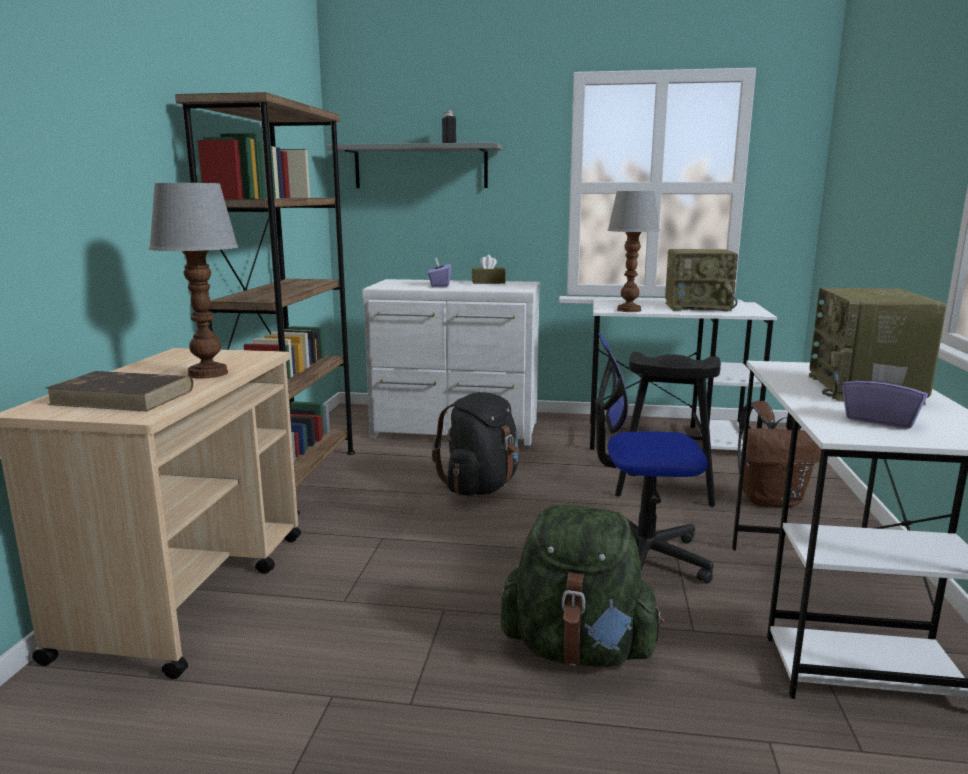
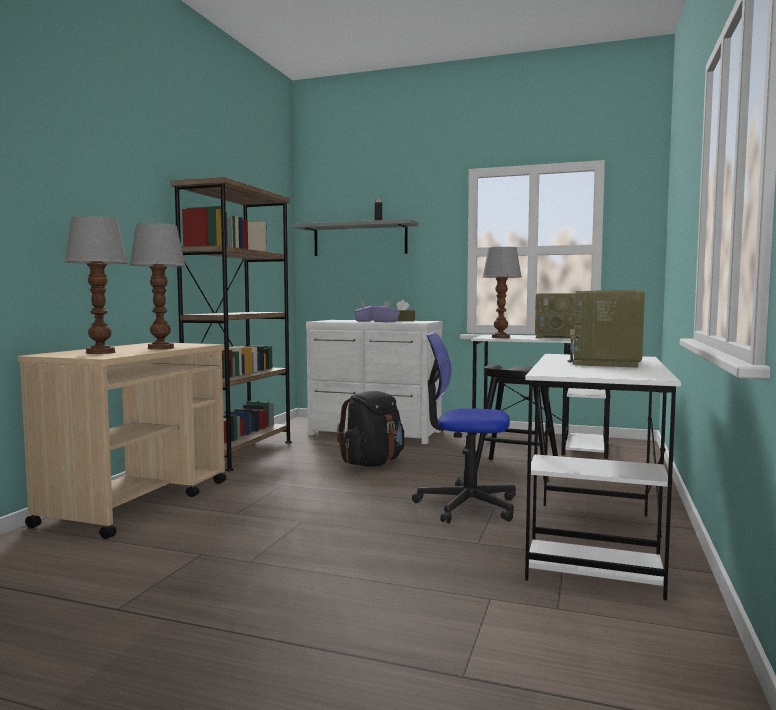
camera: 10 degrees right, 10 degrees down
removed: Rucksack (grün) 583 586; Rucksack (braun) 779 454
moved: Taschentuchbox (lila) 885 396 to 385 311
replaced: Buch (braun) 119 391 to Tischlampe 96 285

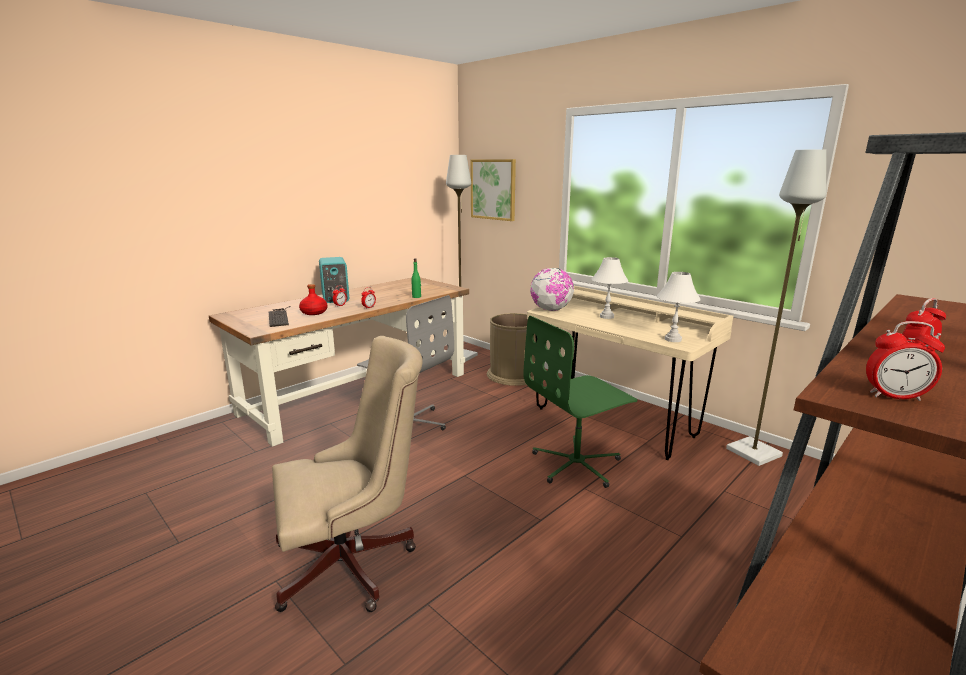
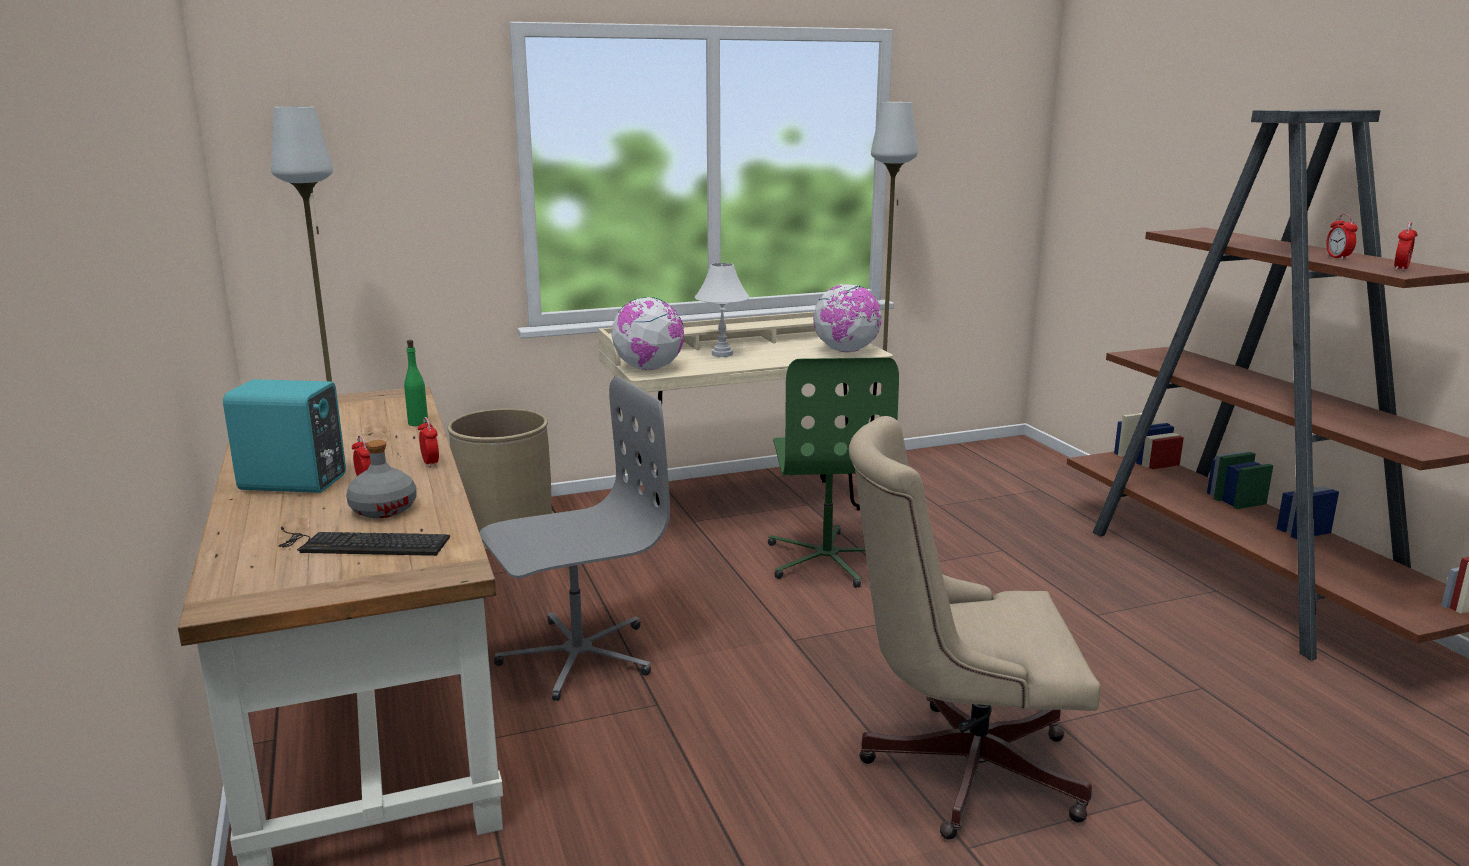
camera: 65 degrees left, 0 degrees up
removed: Bild 493 190
replaced: Tischlampe (weiß) 678 307 to Globus 847 318
recoloured: Flasche (rot) 313 299 to Flasche (grau) 381 479
turned: Bürostuhl (beige) 347 474 = 974 628 90 degrees counterclockwise

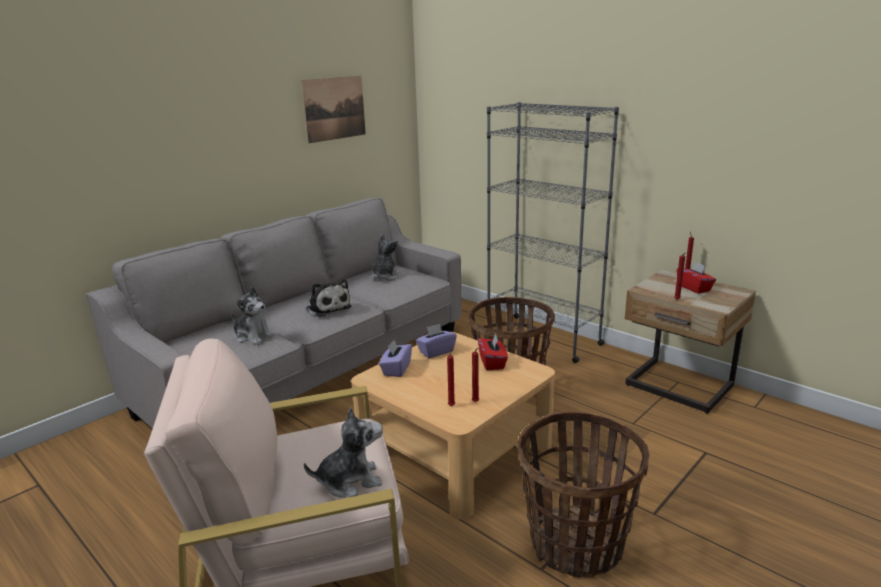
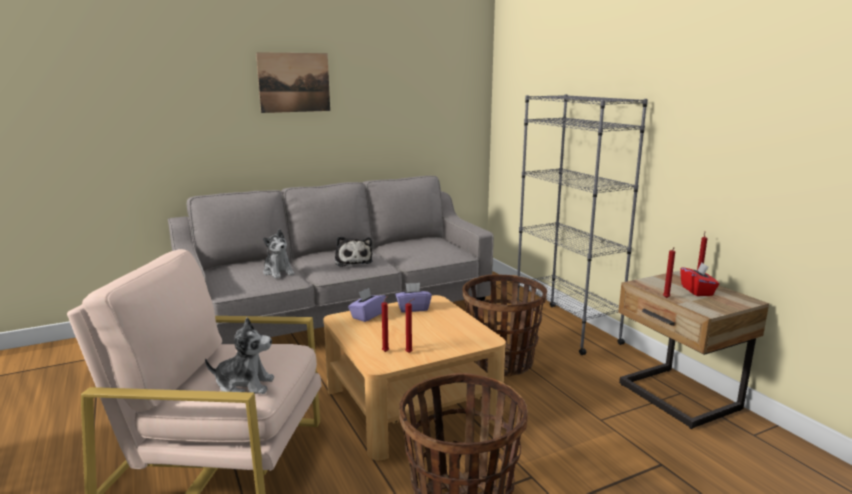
camera: 20 degrees right, 5 degrees down
removed: Plüschtier 385 257; Taschentuchbox (rot) 493 352
moved: Bild 333 109 to 293 82

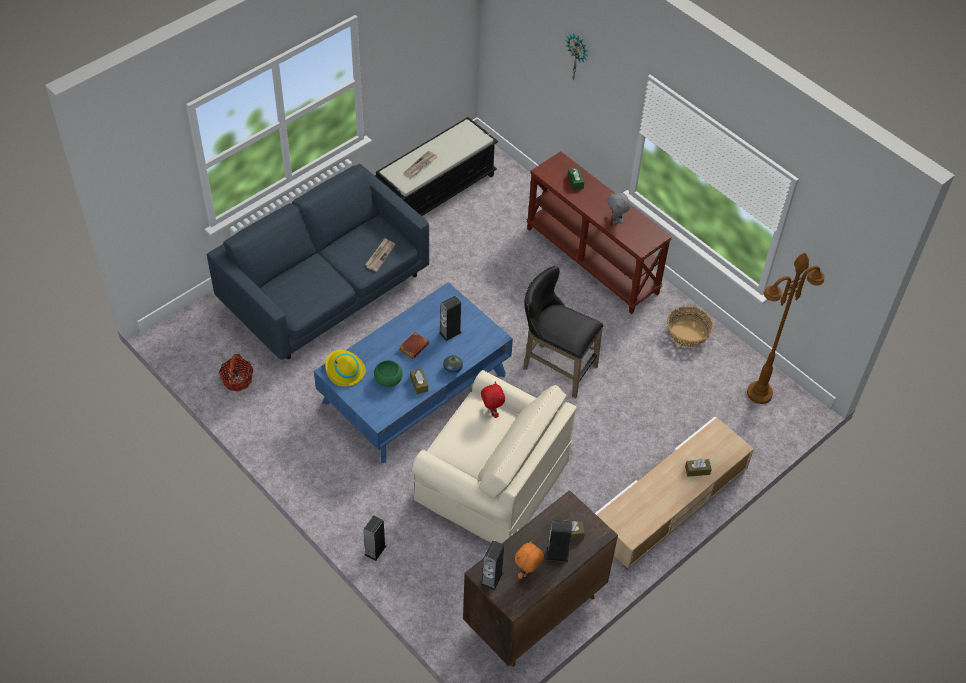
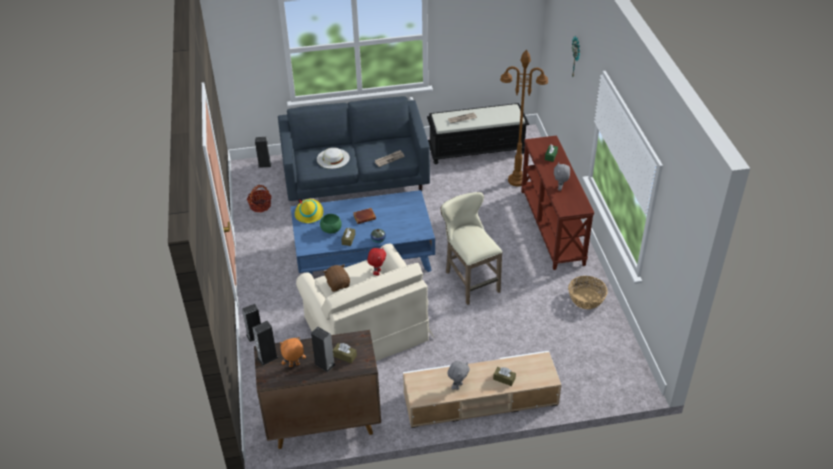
camera: 35 degrees right, 10 degrees down
added: Hut (weiß) 333 158; Plüschtier (braun) 336 278; Plüschtier (grau) 458 375
moved: Lautsprecher 450 318 to 263 152; Stehlampe (braun) 786 328 to 524 118
recoloured: Hocker (schwarz) 563 332 to Hocker (beige) 471 248

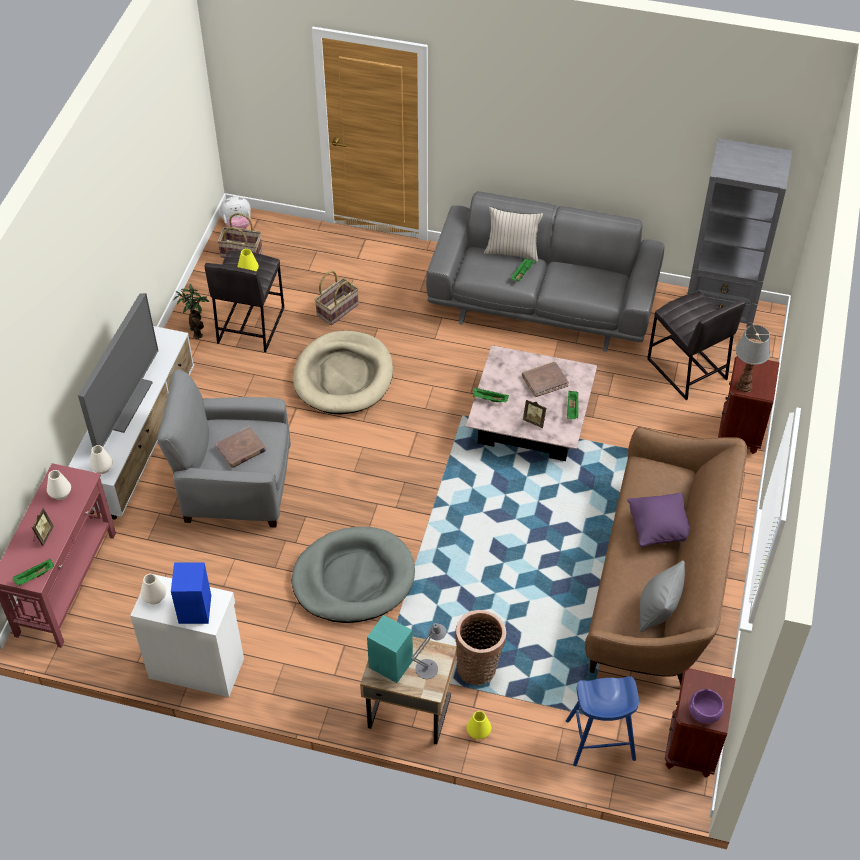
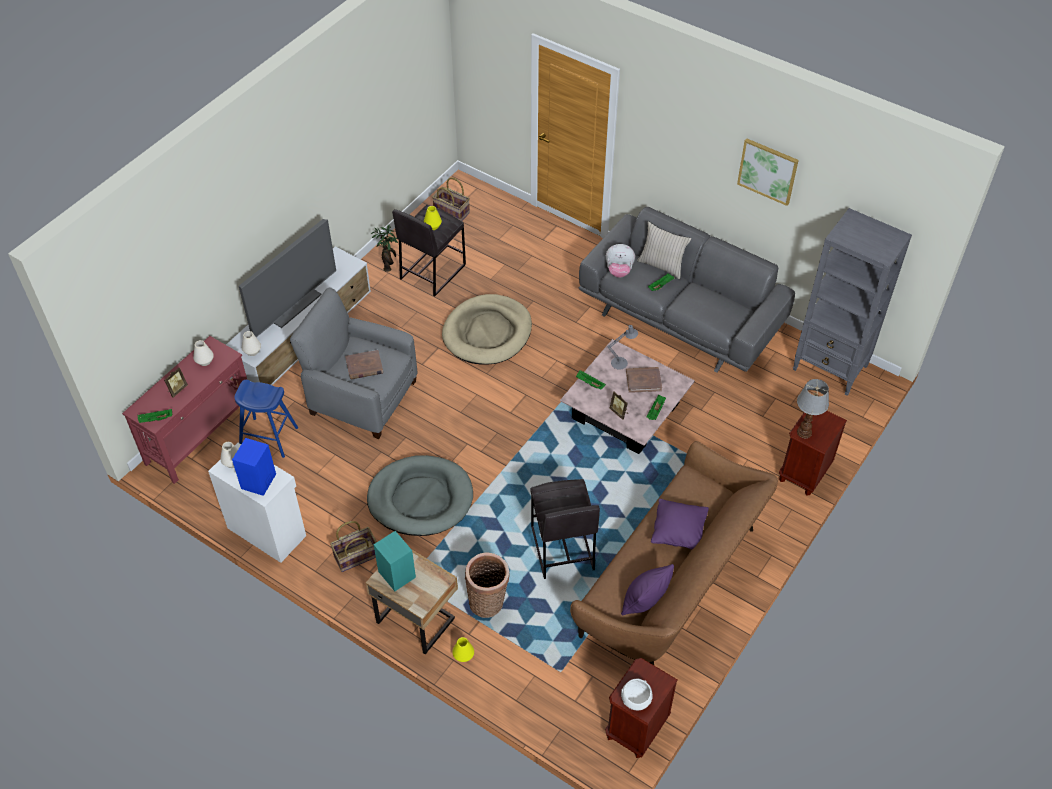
camera: 20 degrees right, 0 degrees up
added: Bild 768 172
moved: Hocker (blau) 602 721 to 266 419; Korb 337 298 to 353 546; Hocker (grau) 696 345 to 565 529; Plüschtier 235 212 to 620 261; Tischlampe (grau) 429 651 to 623 347
recoloured: Kissen (grau) 662 596 to Kissen (lila) 647 589; Schüssel (lila) 706 706 to Schüssel (weiß) 637 694

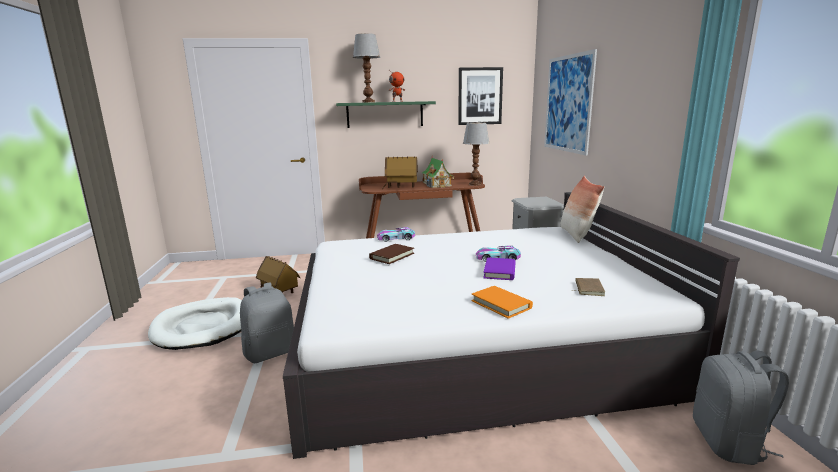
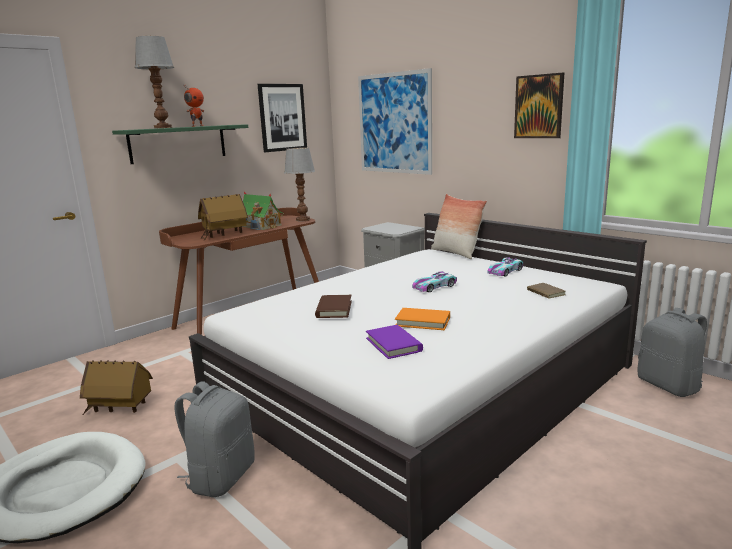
camera: 35 degrees left, 0 degrees up
added: Bild 539 105
moved: Buch (lila) 499 268 to 394 342; Buch (orange) 502 302 to 422 319; Spielzeugauto 396 234 to 505 267

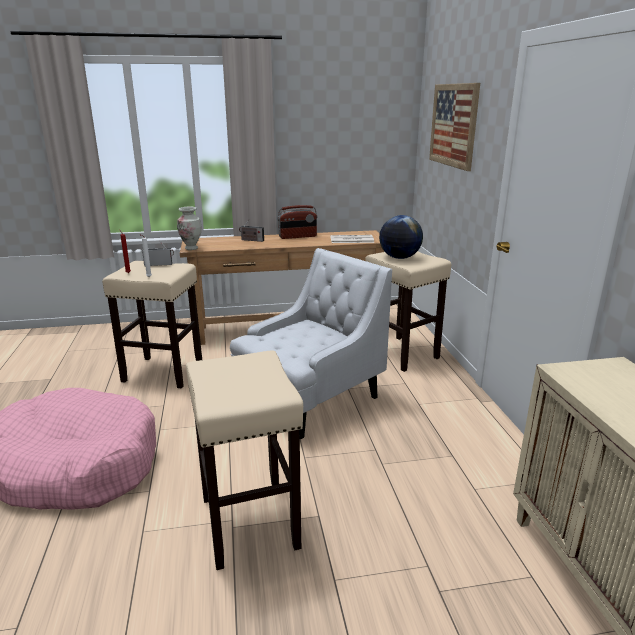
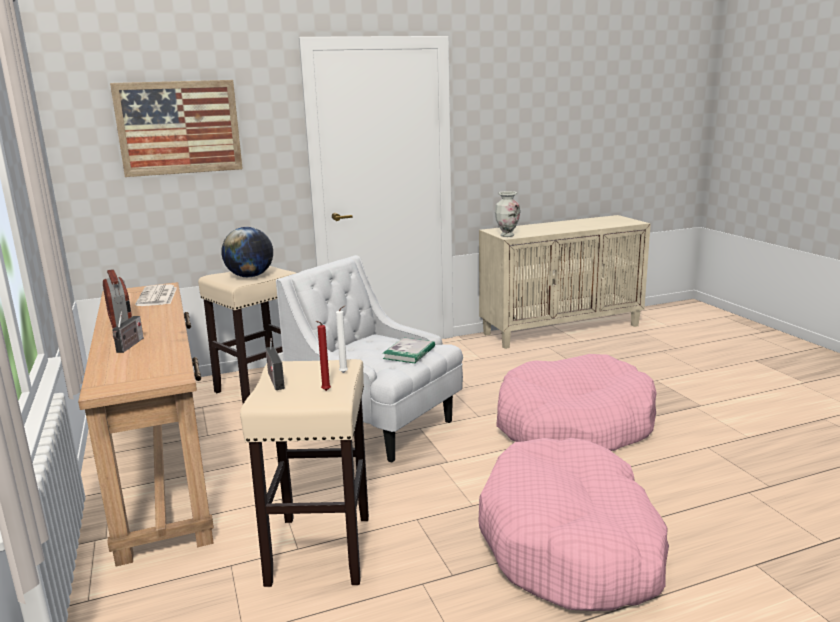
camera: 100 degrees left, 5 degrees down
added: Buch 409 350
moved: Vase 189 228 to 507 214
replaced: Hocker (beige) 244 460 to Hundebett (rosa) 576 402

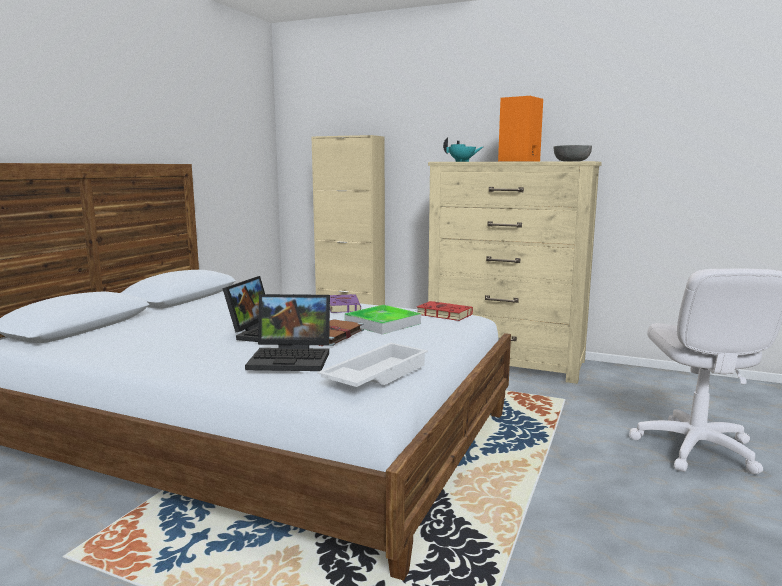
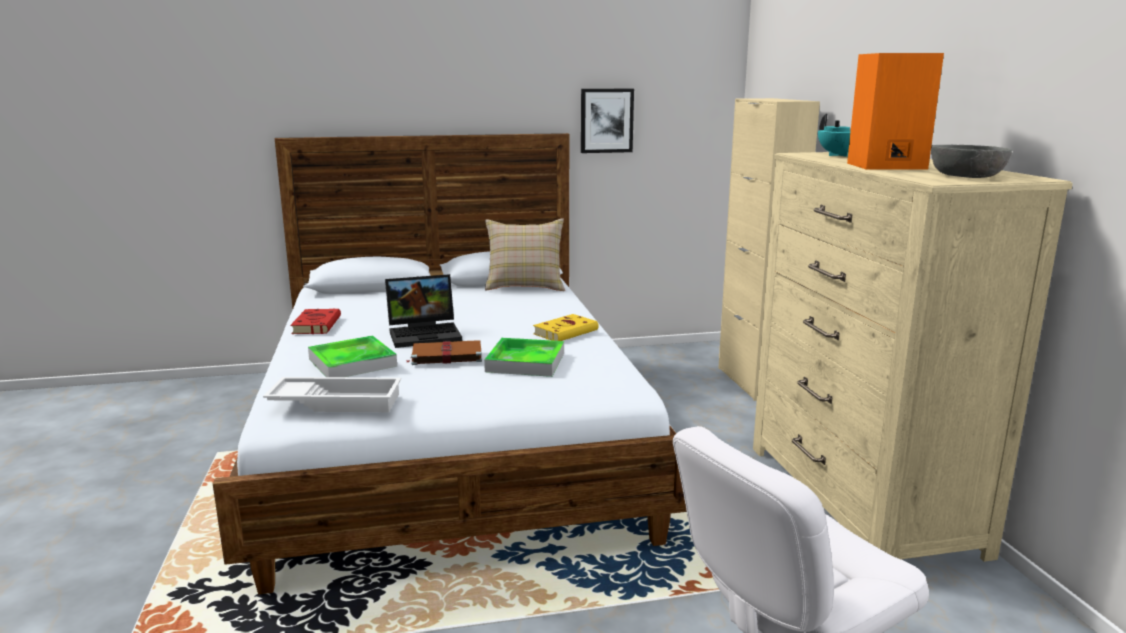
camera: 55 degrees right, 5 degrees up
added: Kissen (beige) 525 254; Bild 607 121
moved: Buch (rot) 444 311 to 315 321
replaced: Laptop 287 332 to Tablett 352 356
recoloured: Buch (lila) 345 303 to Buch (gelb) 566 327

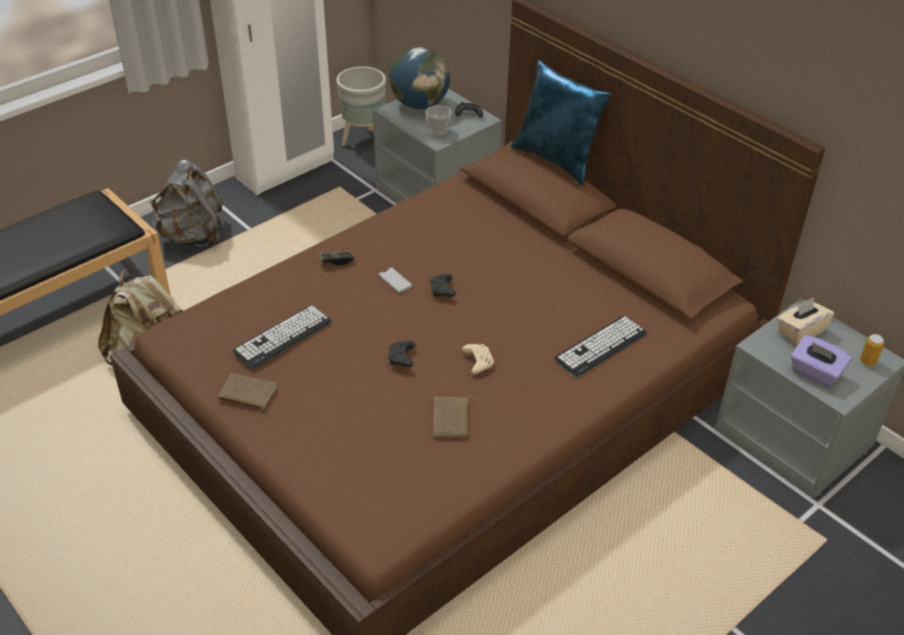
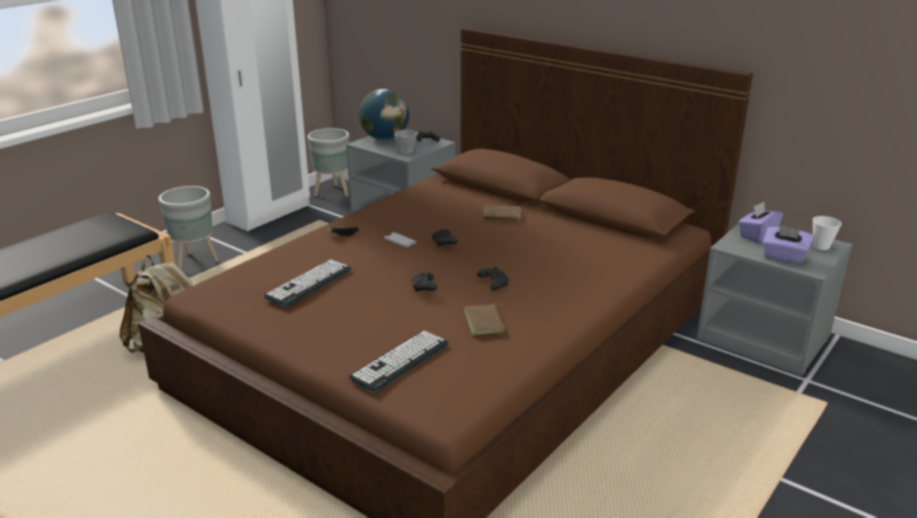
camera: 10 degrees left, 15 degrees down
removed: Kissen (blau) 561 122
moved: Tastatur 601 346 to 398 361; Buch (braun) 247 394 to 502 213
replaced: Rucksack (grau) 186 203 to Pflanzkübel (grau) 189 228; Dose 872 350 to Tasse 827 233
recoloured: Gamepad (beige) 478 359 to Gamepad (schwarz) 493 279; Taschentuchbox (beige) 805 321 to Taschentuchbox (lila) 760 222

